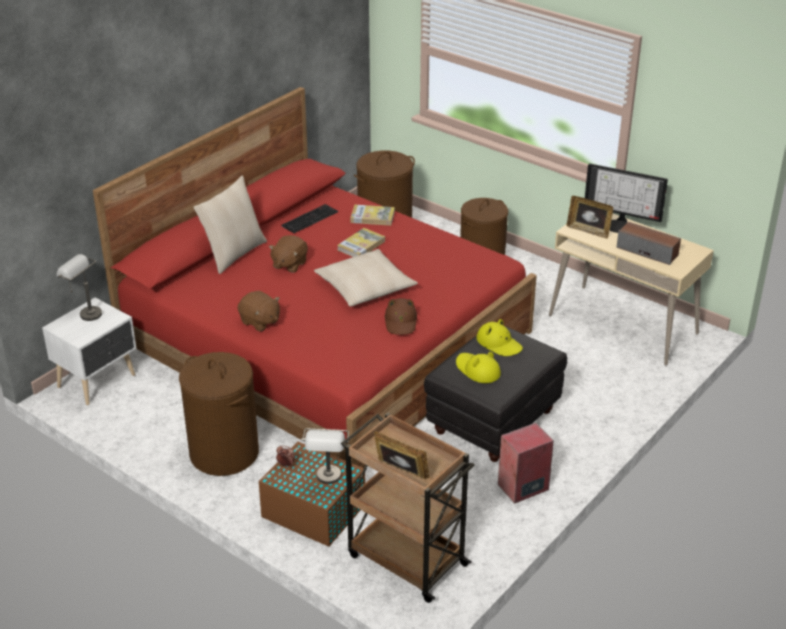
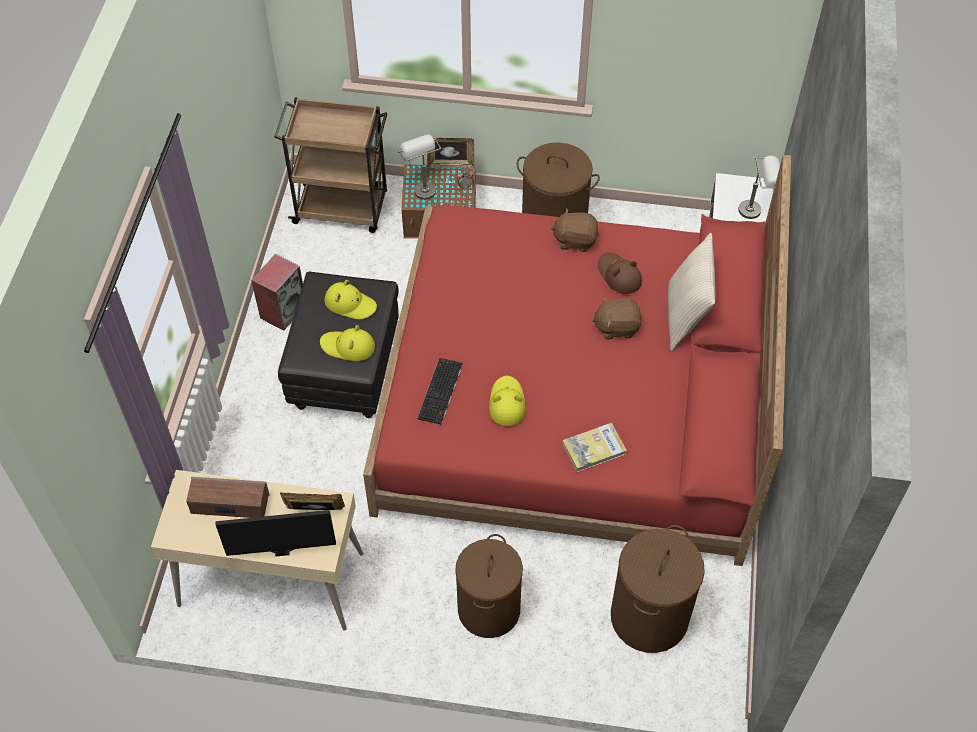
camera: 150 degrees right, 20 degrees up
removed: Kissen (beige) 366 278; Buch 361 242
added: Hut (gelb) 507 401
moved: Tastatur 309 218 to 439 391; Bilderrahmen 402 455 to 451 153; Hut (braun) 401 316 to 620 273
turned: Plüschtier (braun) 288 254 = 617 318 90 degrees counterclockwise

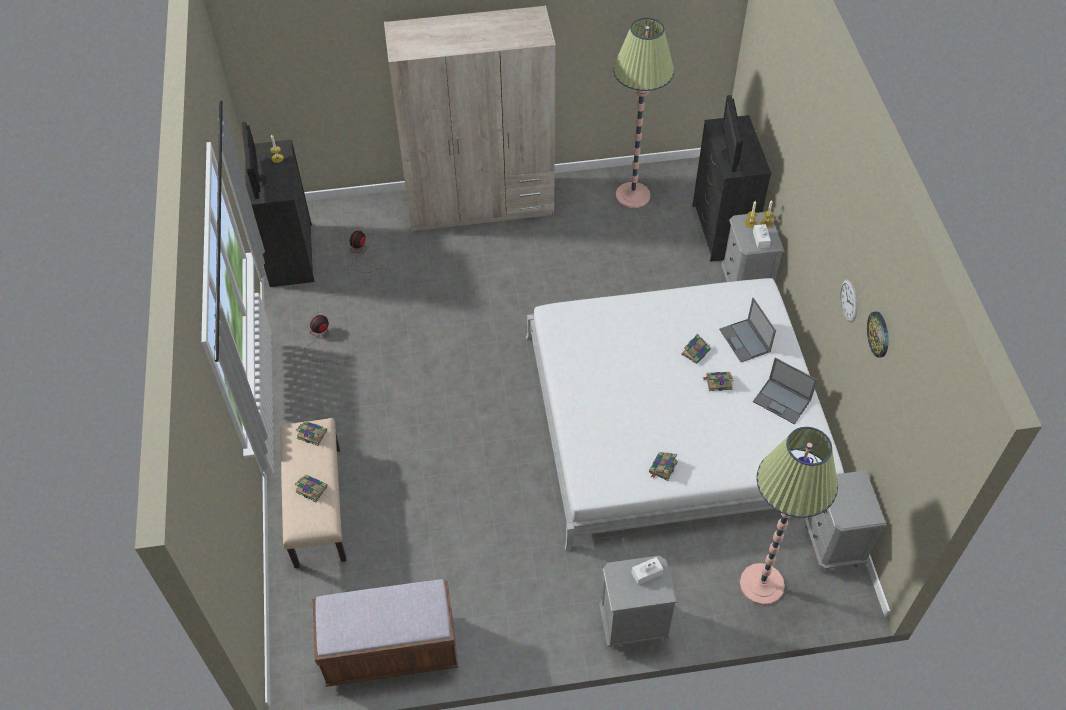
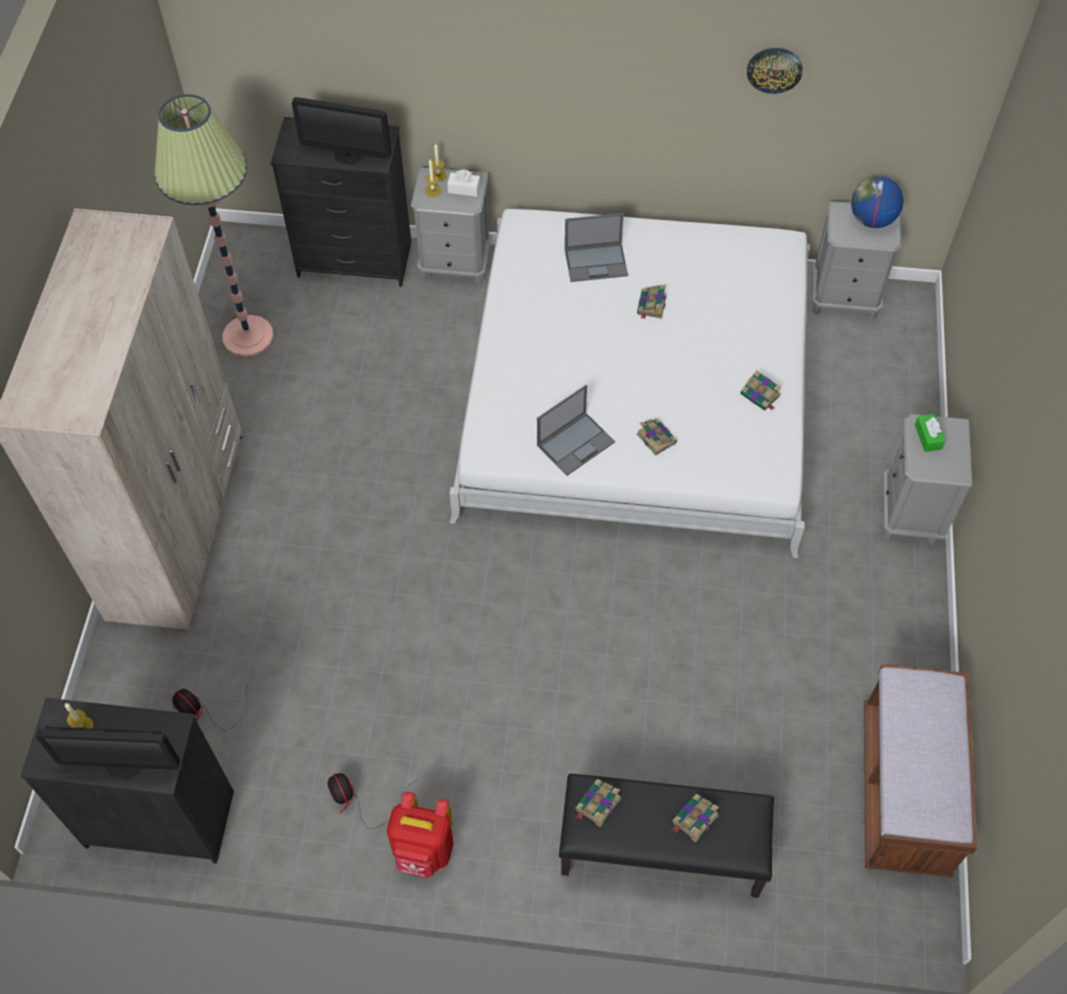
camera: 75 degrees left, 5 degrees up
removed: Stehlampe 789 516; Wanduhr 848 301
added: Rucksack (rot) 420 835; Globus 877 202
moved: Laptop 785 391 to 576 430; Buch 696 349 to 657 437
recoloured: Bank (beige) 313 493 to Bank (schwarz) 666 836; Taschentuchbox (weiß) 647 571 to Taschentuchbox (grün) 930 433

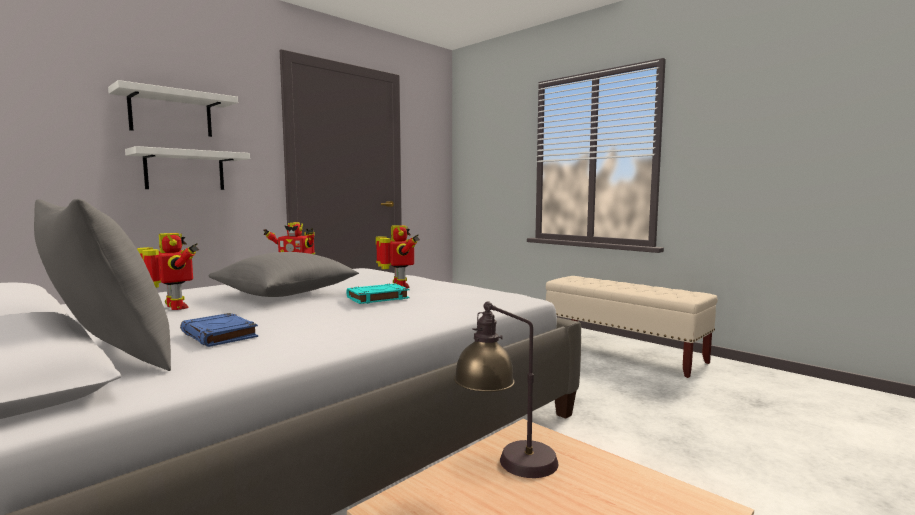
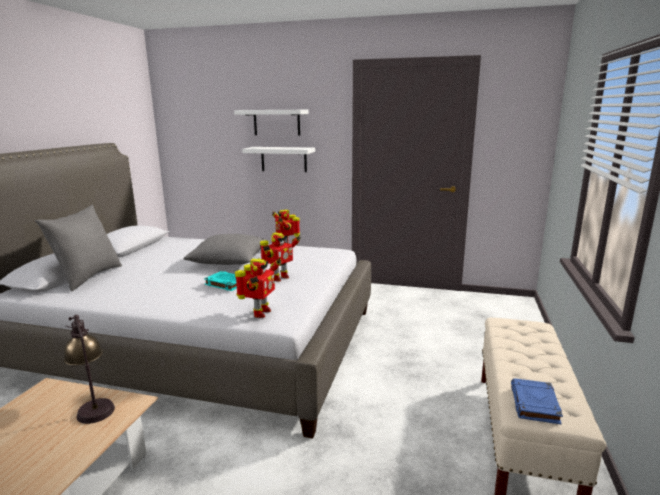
camera: 60 degrees right, 10 degrees up
moved: Spielzeugroboter 168 271 to 258 288; Buch (blau) 219 330 to 537 401

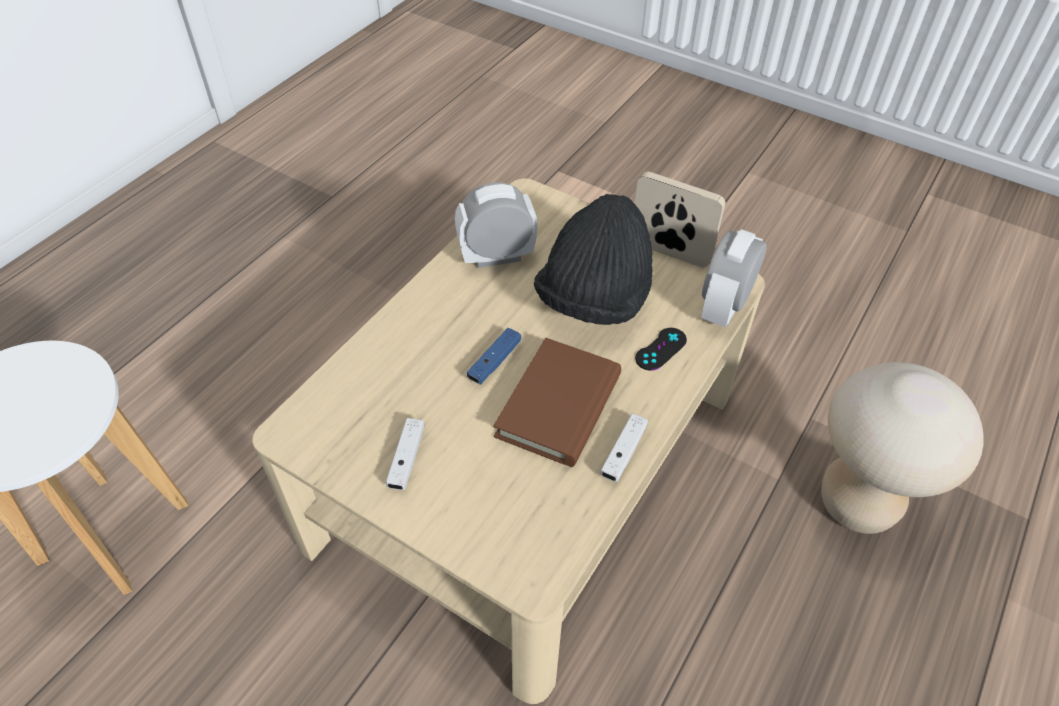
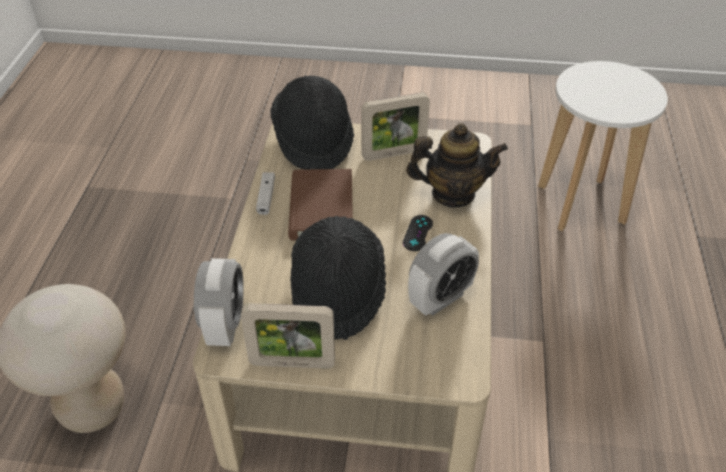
camera: 155 degrees right, 5 degrees down
removed: Gamepad (blau) 494 356
added: Hut (schwarz) 312 122; Teekanne 457 165
moved: Gamepad (schwarz) 661 349 to 418 233
replaced: Gamepad (weiß) 405 454 to Bilderrahmen 395 127

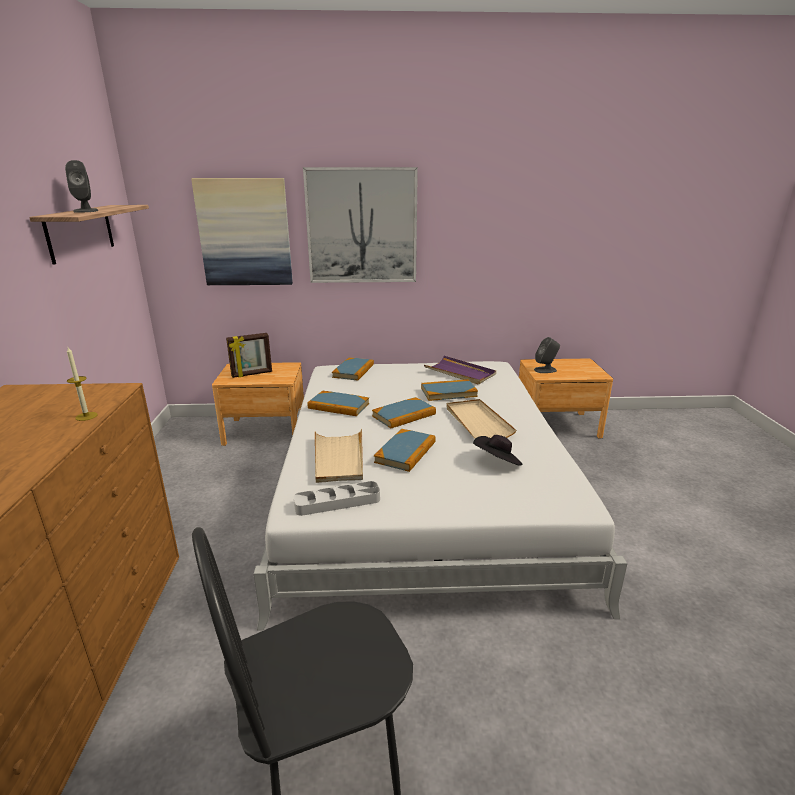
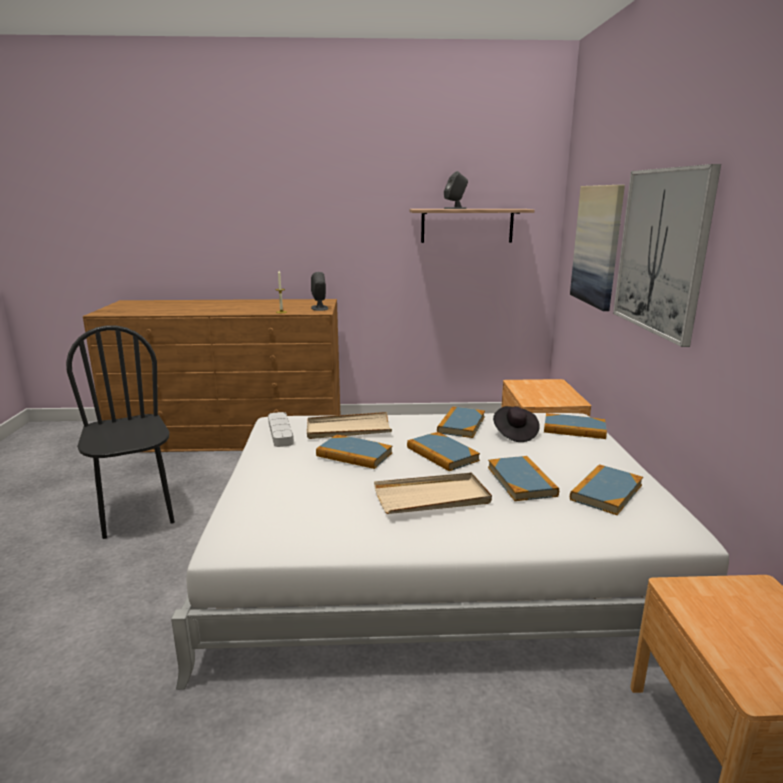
camera: 90 degrees right, 5 degrees down
removed: Bilderrahmen 249 355
moved: Lautsprecher (grau) 547 355 to 319 291; Hut (schwarz) 498 450 to 516 424
replaced: Tablett (lila) 460 370 to Buch 606 489

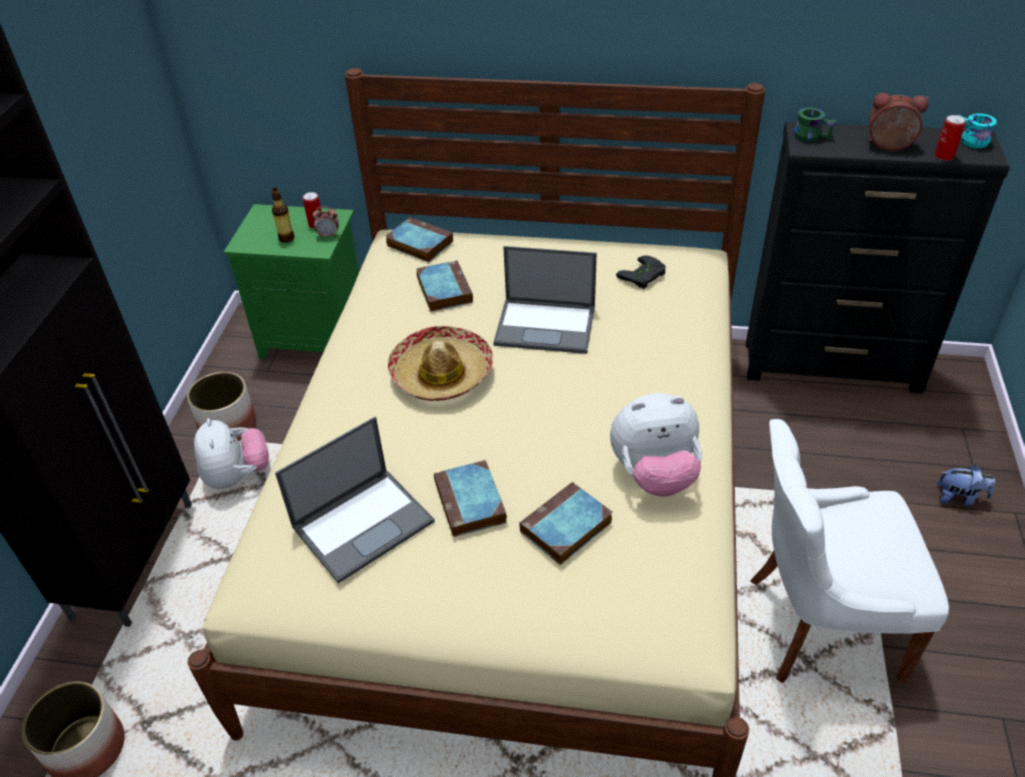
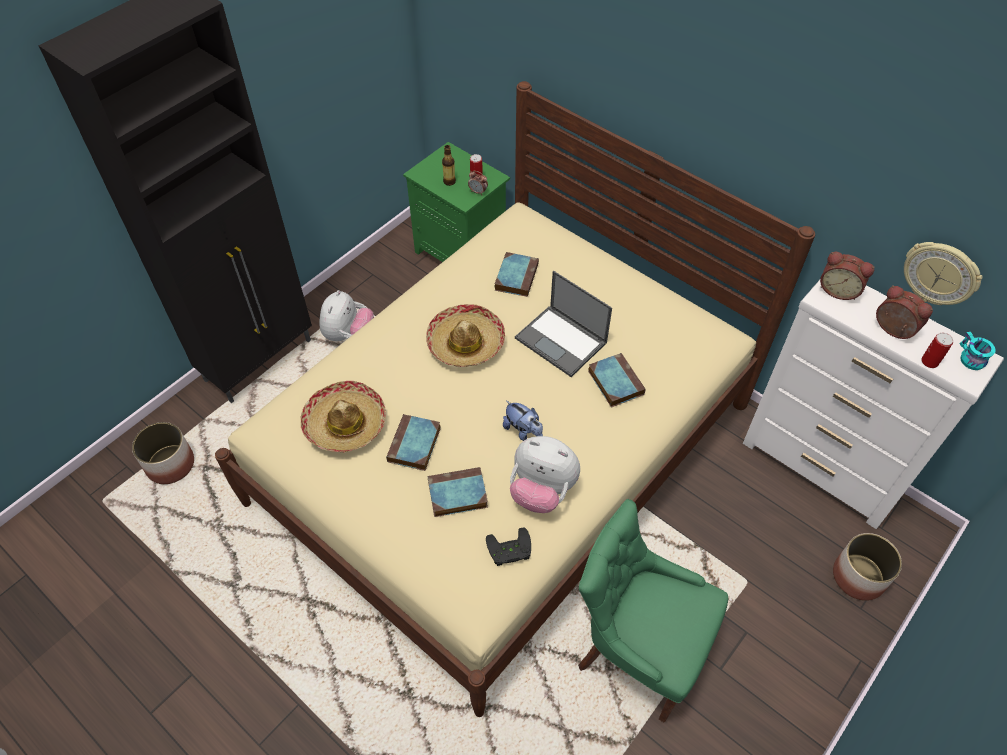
camera: 30 degrees right, 10 degrees up
added: Wanduhr 943 273
moved: Gamepad (schwarz) 641 272 to 508 546; Plüschtier 966 485 to 523 421; Buch 419 239 to 617 380; Pflanzkübel 221 406 to 867 567
replaced: Laptop 355 500 to Hut 343 416; Henkelbecher (grün) 815 124 to Wecker 847 276
recoloured: Stuhl (weiß) 849 551 to Stuhl (grün) 653 611; Kommode (schwarz) 878 257 to Kommode (weiß) 873 404

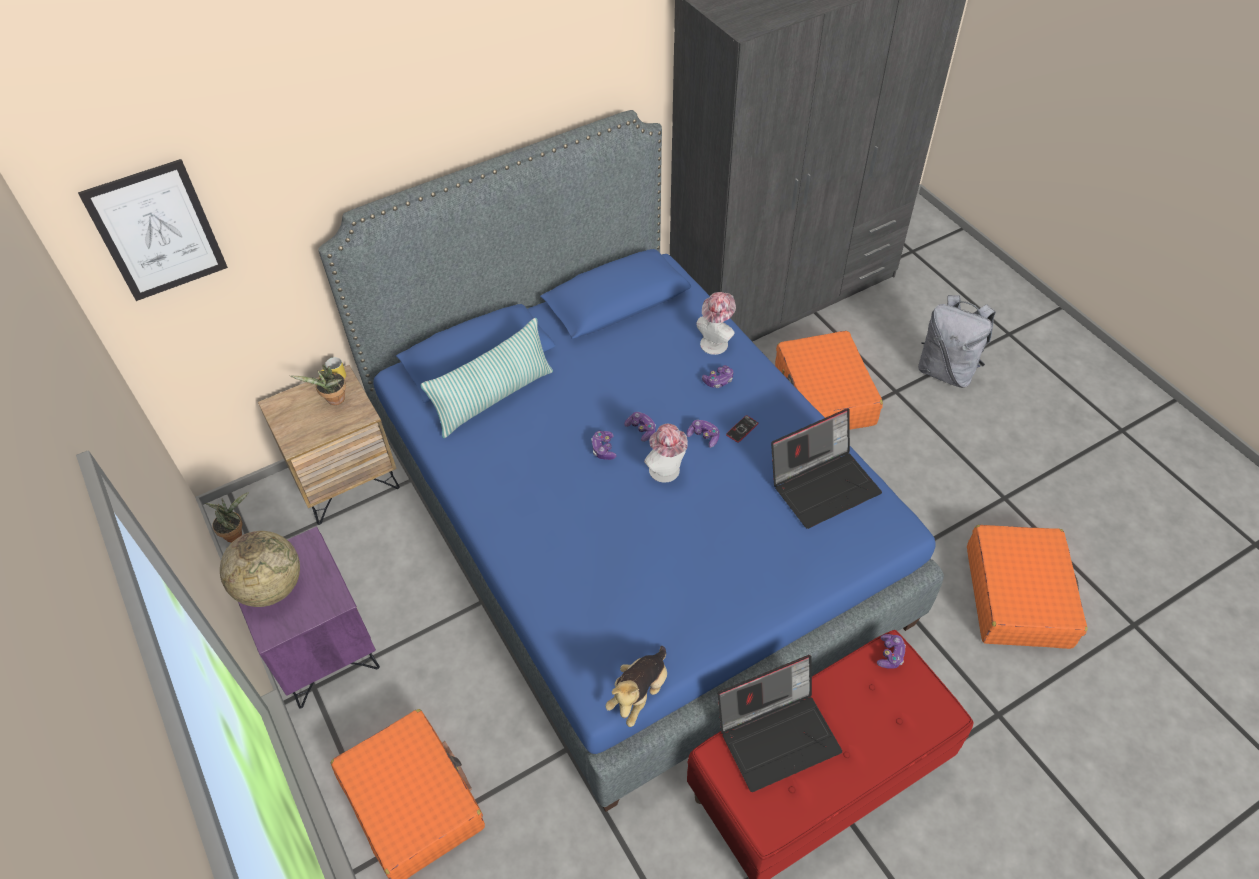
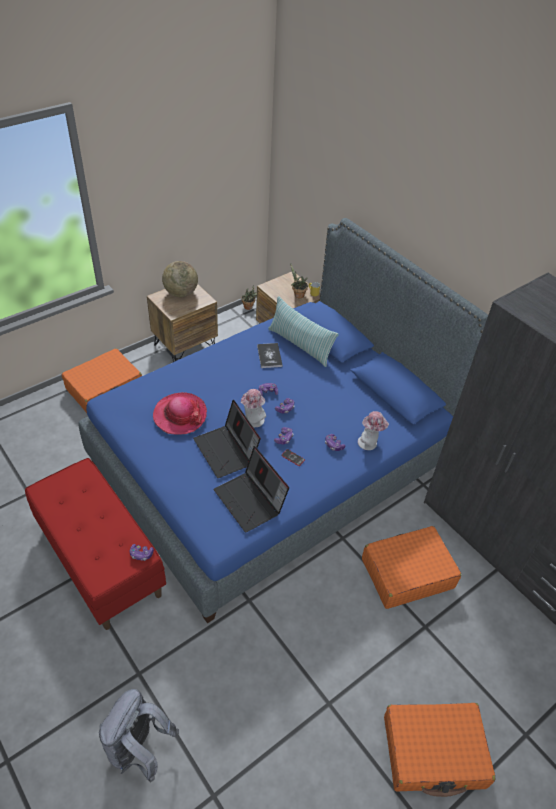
camera: 80 degrees right, 5 degrees down
removed: Bild 153 230; Plüschtier 636 686
added: Hut 180 413; Buch 270 355
moved: Rucksack (grau) 957 341 to 139 735; Laptop 780 723 to 227 439; Koffer (orange) 1027 587 to 440 750
recoloured: Nachttisch (lila) 309 617 to Nachttisch (braun) 182 323

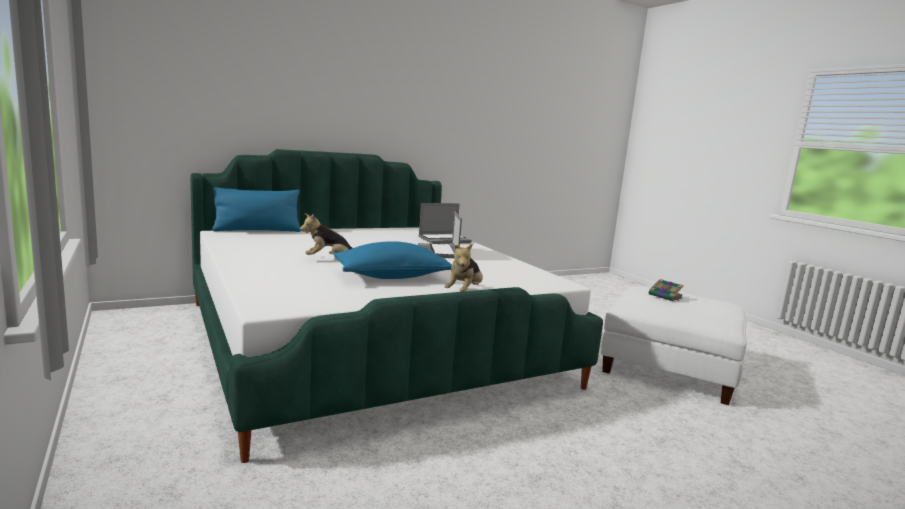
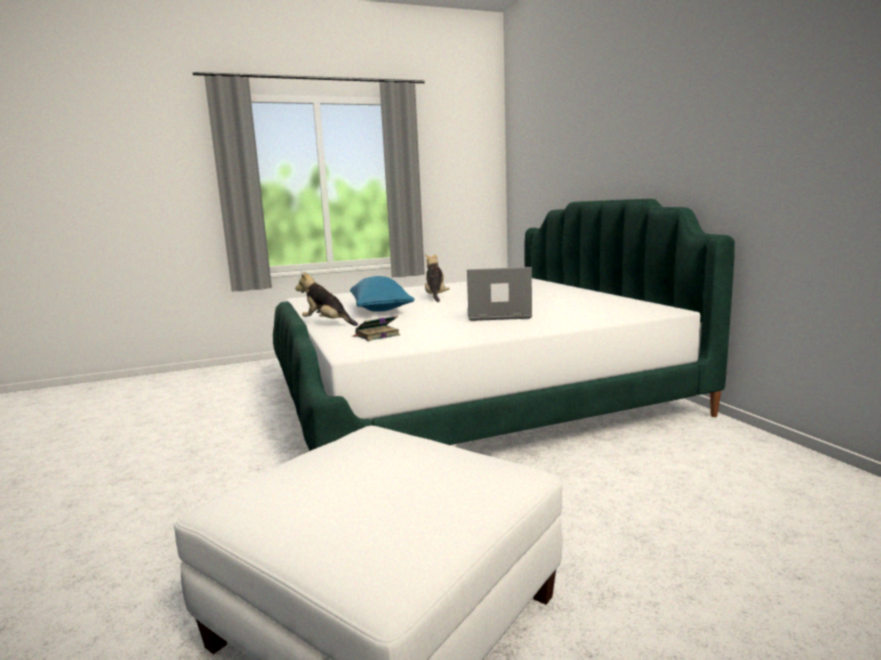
camera: 100 degrees right, 0 degrees up
removed: Kissen (blau) 256 209; Laptop 445 223
moved: Buch 666 290 to 376 328

